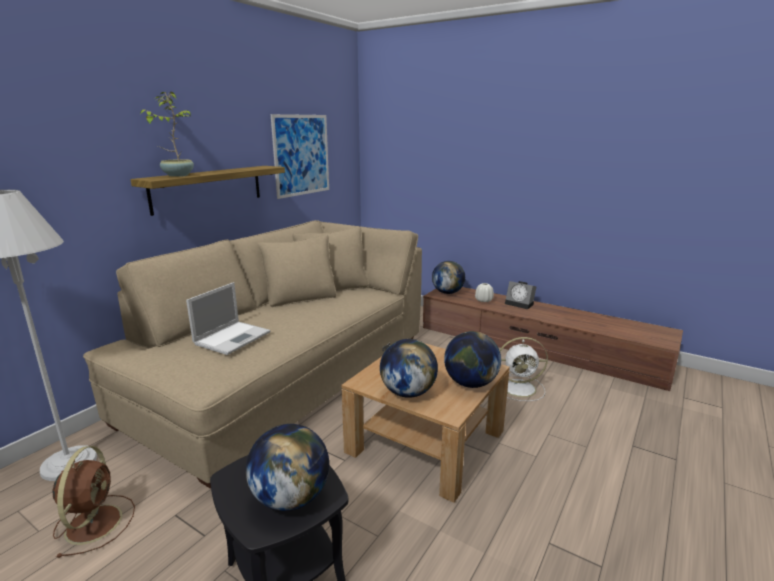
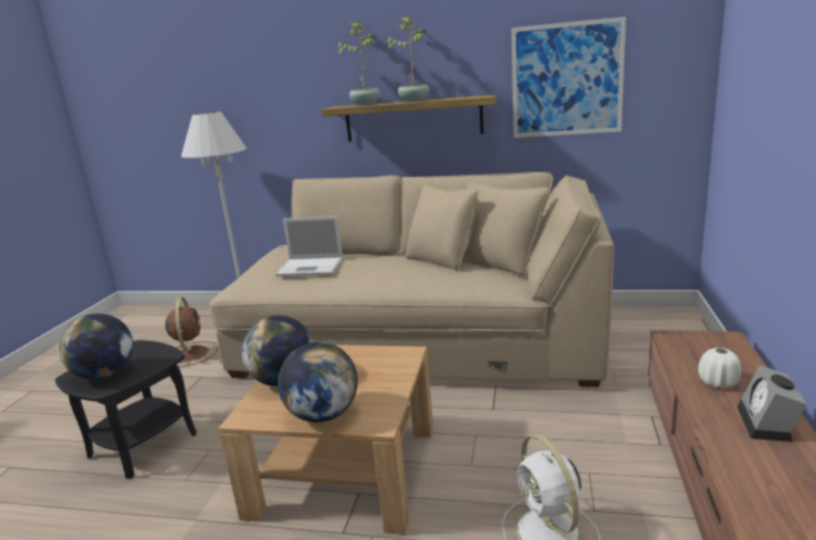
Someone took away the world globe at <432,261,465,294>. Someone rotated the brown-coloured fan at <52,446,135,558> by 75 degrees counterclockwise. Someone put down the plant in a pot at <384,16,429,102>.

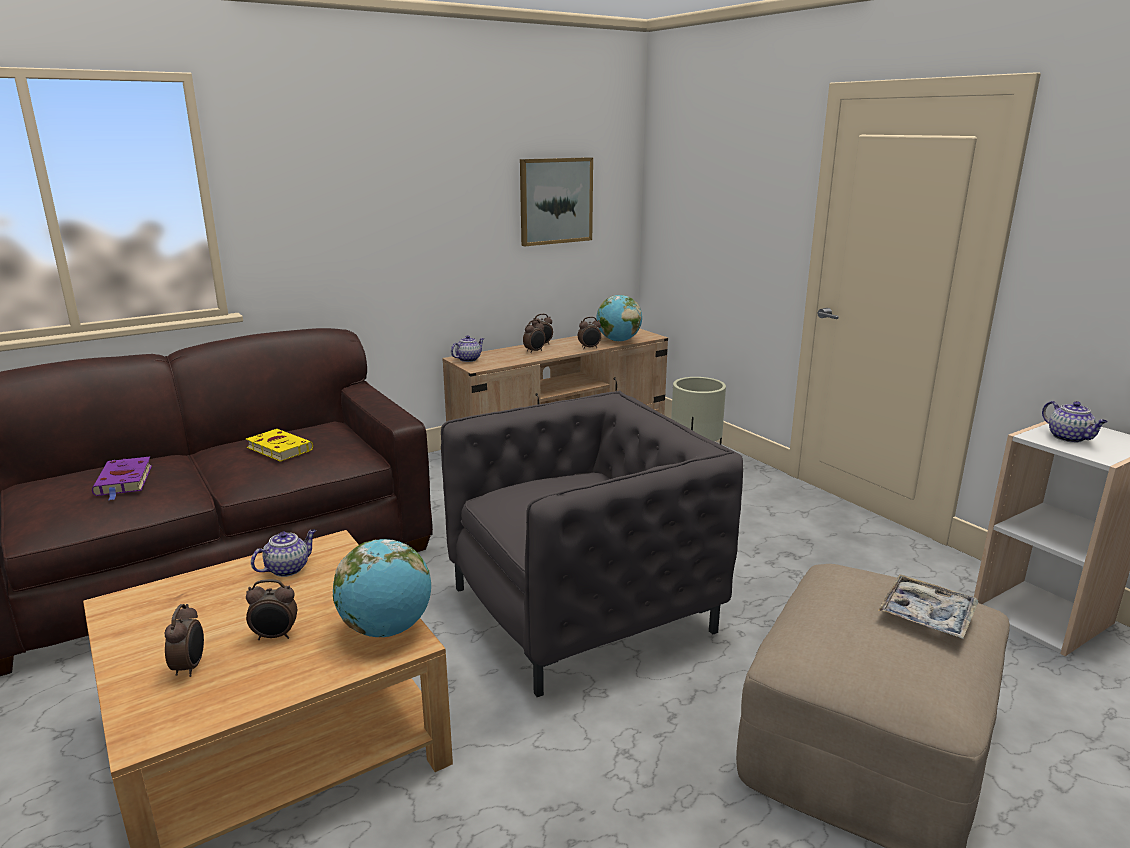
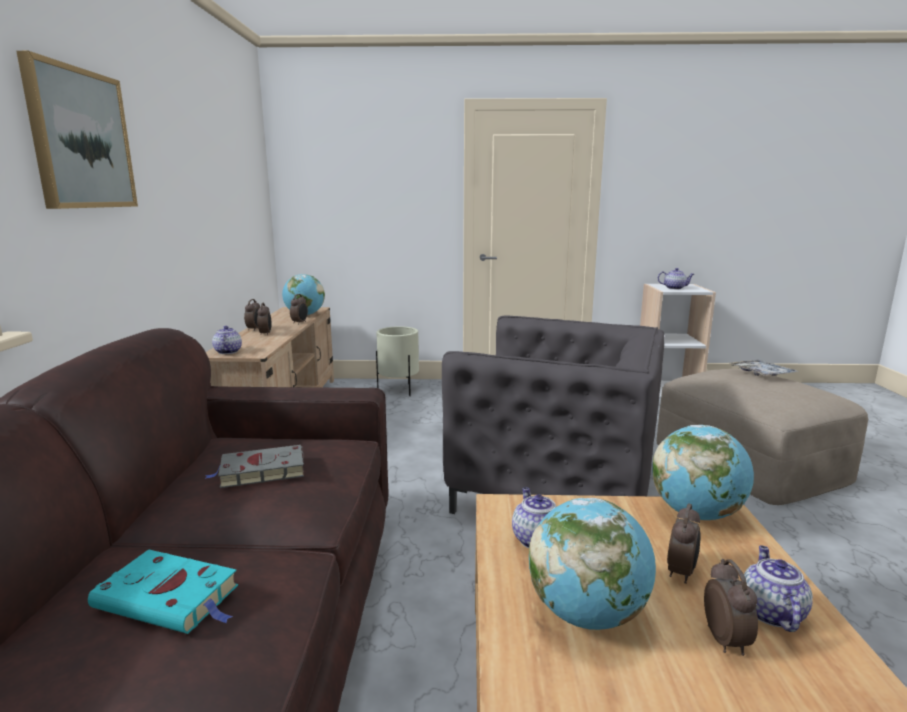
Someone carried the wall picture from <520,157,593,246> to <16,51,138,209>. Someone rotated the greyish armchair at <441,390,743,697> by 105 degrees clockwise. Someone repainted the yellow bound book at <246,429,313,462>, which became the greyish bound book at <205,445,304,488>. Someone repainted the purplish bound book at <92,457,152,500>, which became the turquoise-coloured bound book at <88,549,238,634>. Someone rotated the bedside clock at <165,604,204,677> by 60 degrees clockwise. Someone put down the world globe at <529,498,656,630>. Someone put down the tea pot at <744,545,813,632>.

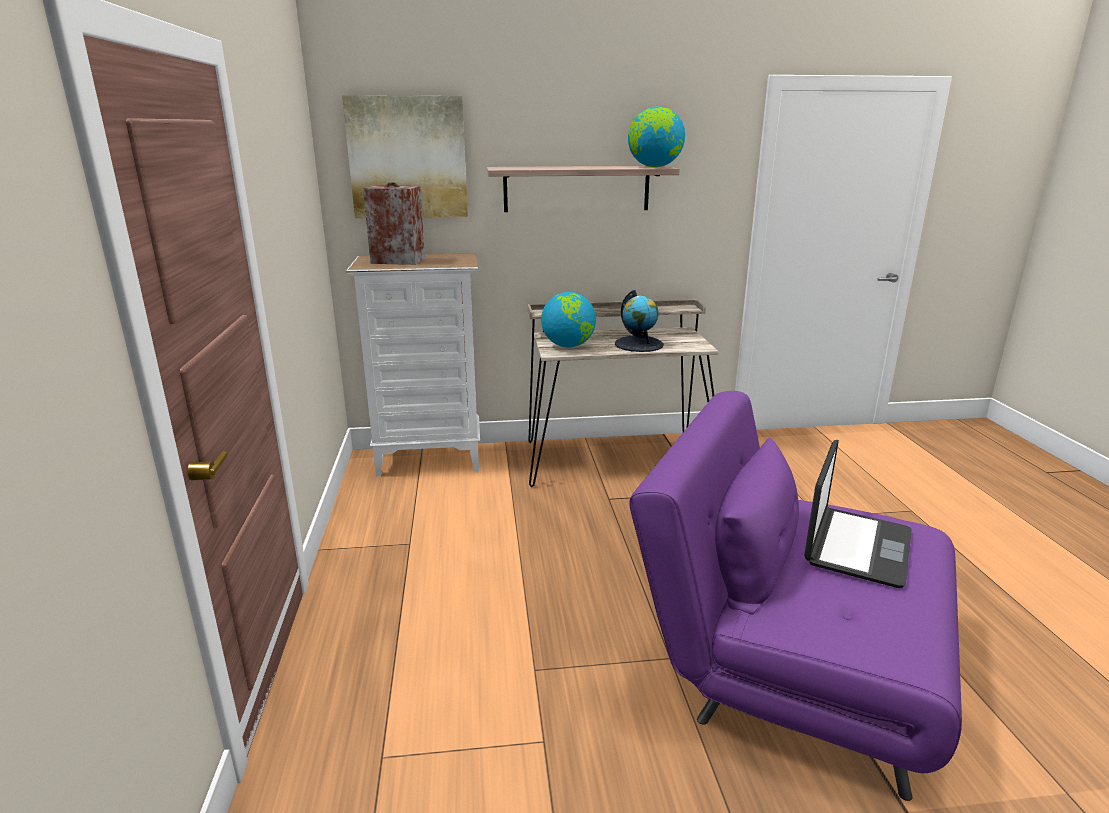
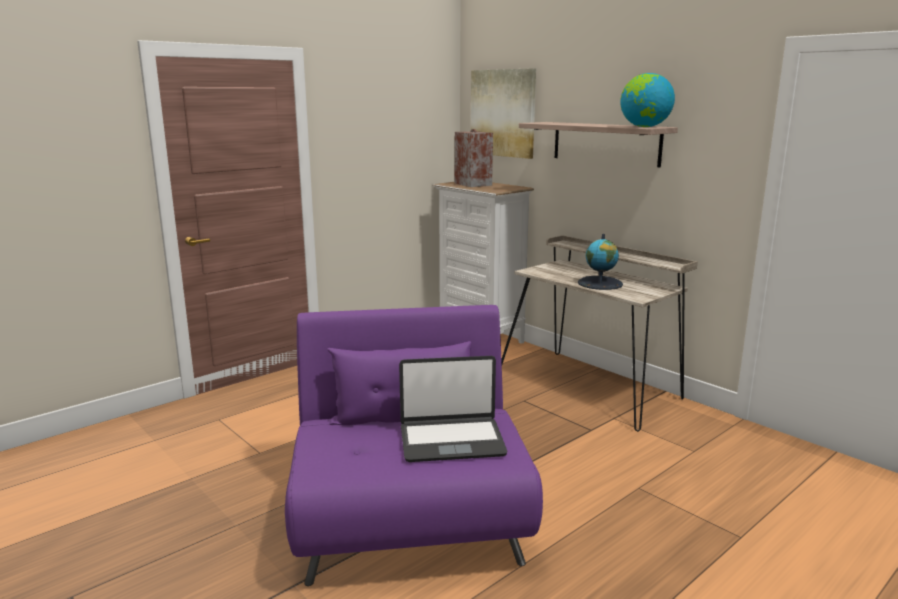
Someone took away the world globe at <541,292,596,347>.

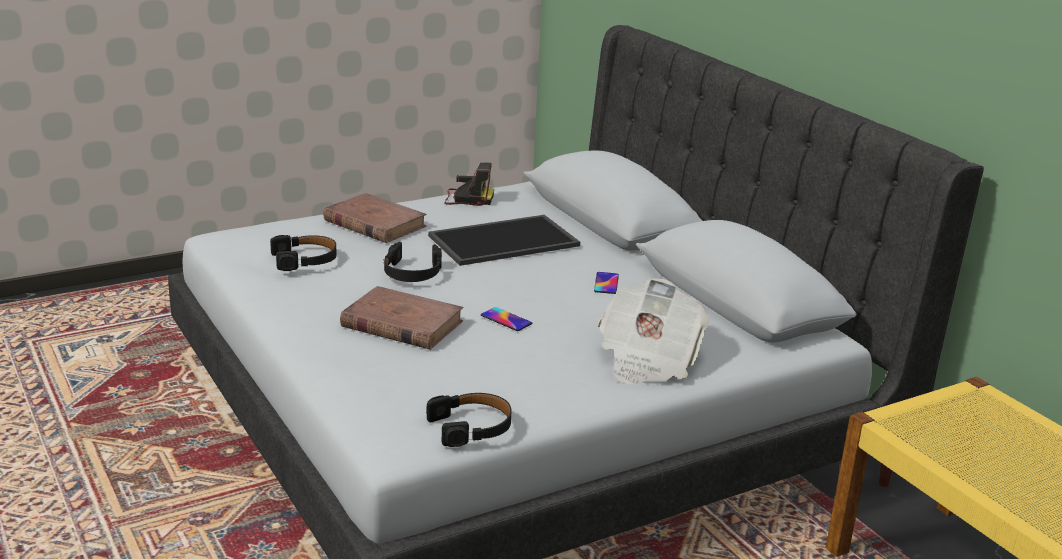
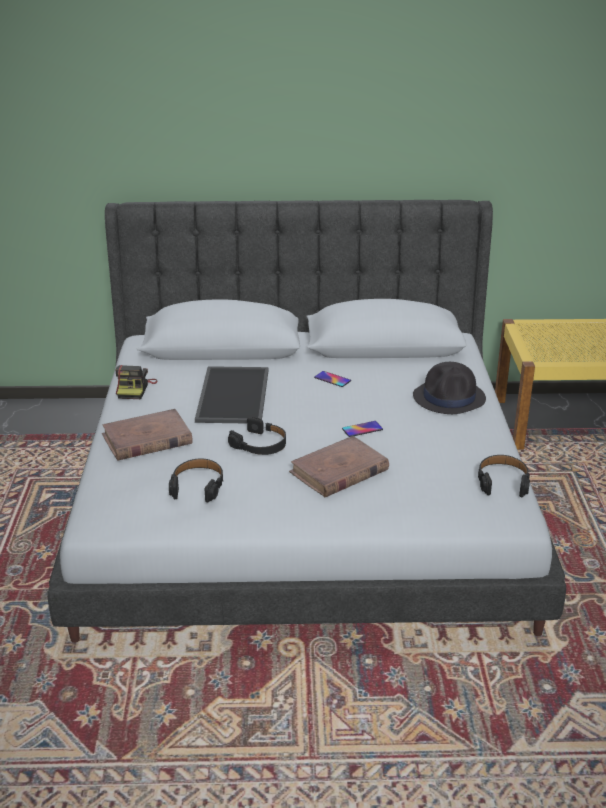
Someone rotated the photo camera at <445,163,494,206> by 150 degrees clockwise. Someone swapped the printed paper at <598,278,709,384> for the blackish clothing hat at <413,362,486,414>.

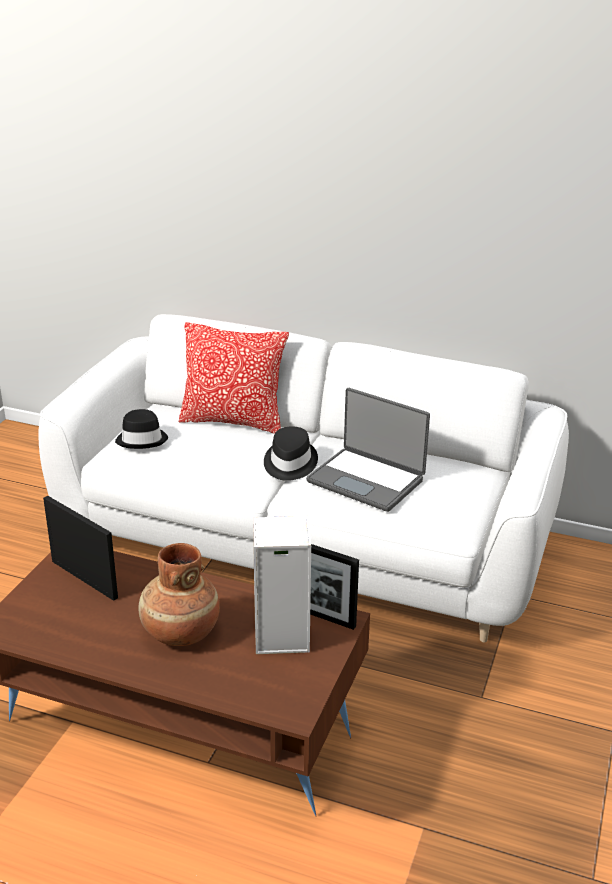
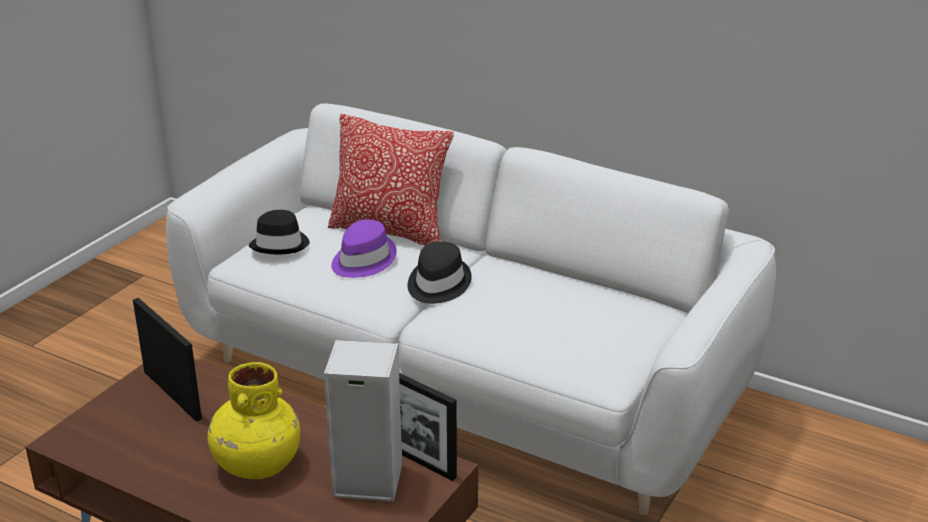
Someone took away the notebook computer at <306,388,430,512>. Someone repainted the brown-coloured flower vase at <138,543,220,646>, which became the yellow flower vase at <207,362,300,479>. Someone put down the purplish clothing hat at <331,219,397,278>.

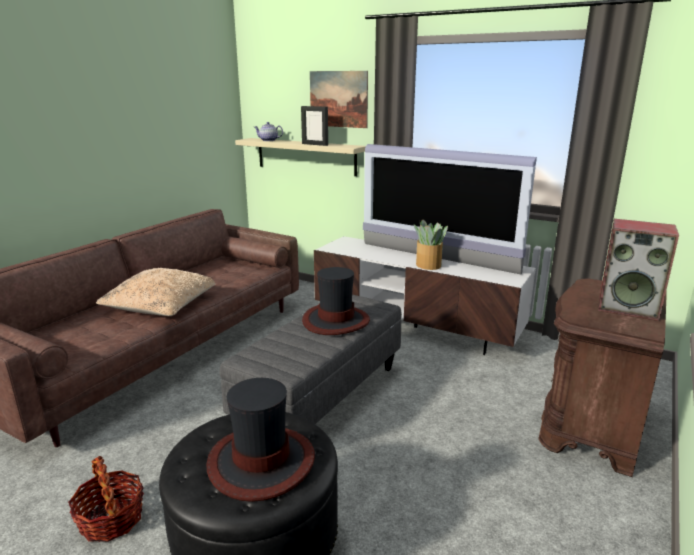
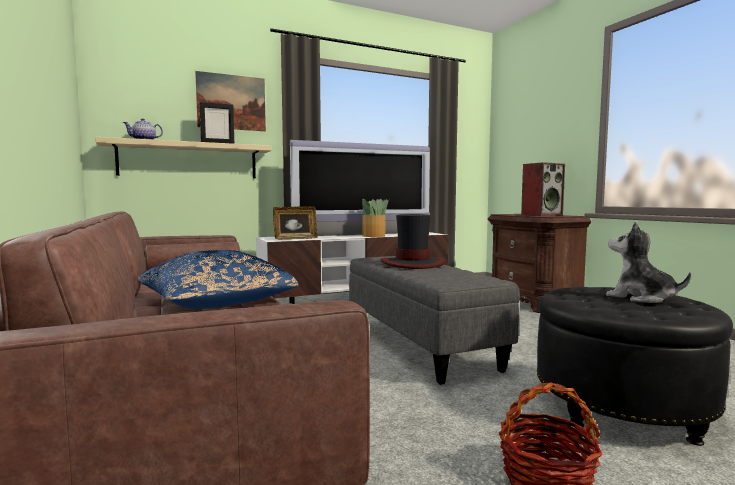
Someone repainted the beige throw pillow at <96,268,215,316>, which became the blue throw pillow at <138,250,299,309>. Someone swapped the clothing hat at <206,378,315,502> for the cuddly toy at <606,222,691,303>. Someone put down the photo frame at <273,206,318,239>.

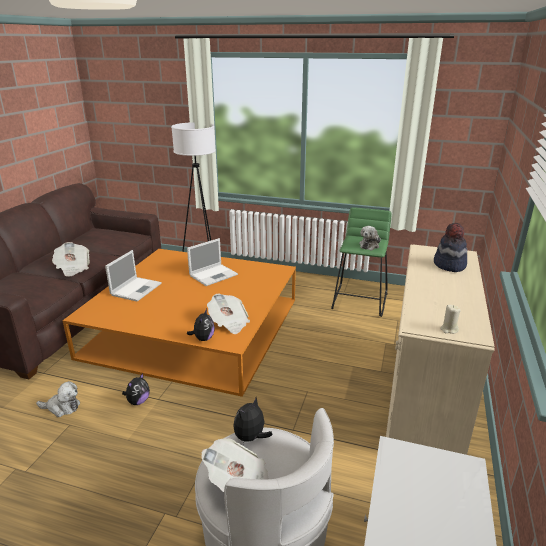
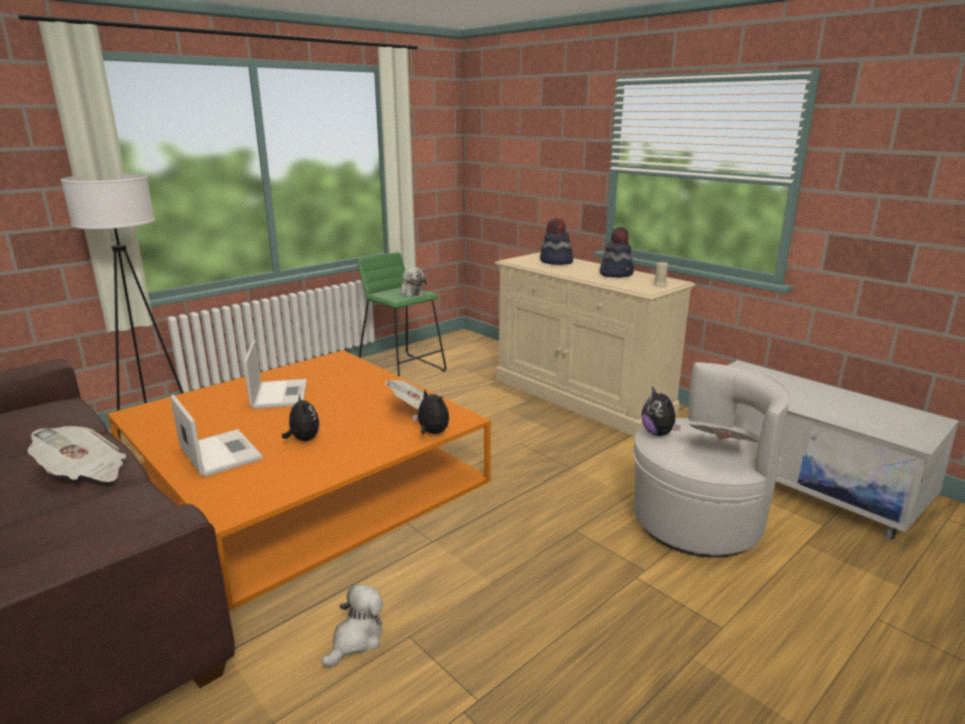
Someone carried the cuddly toy from <122,373,150,405> to <282,394,320,441>. Someone put down the clothing hat at <599,227,634,278>.

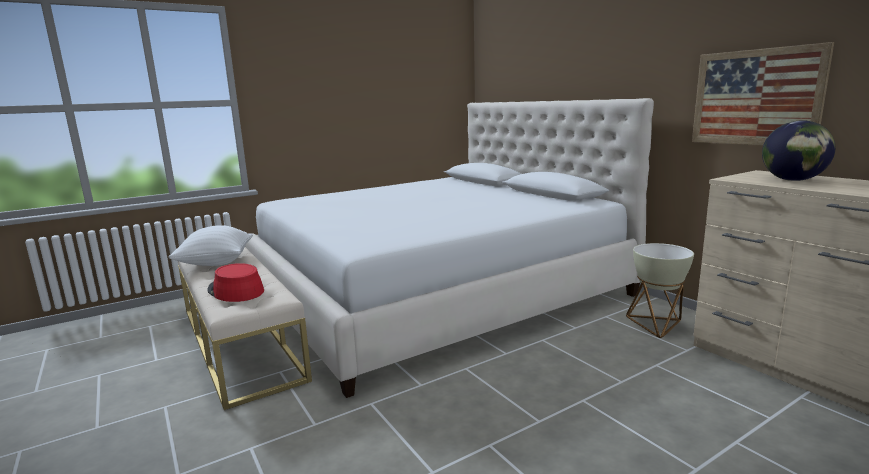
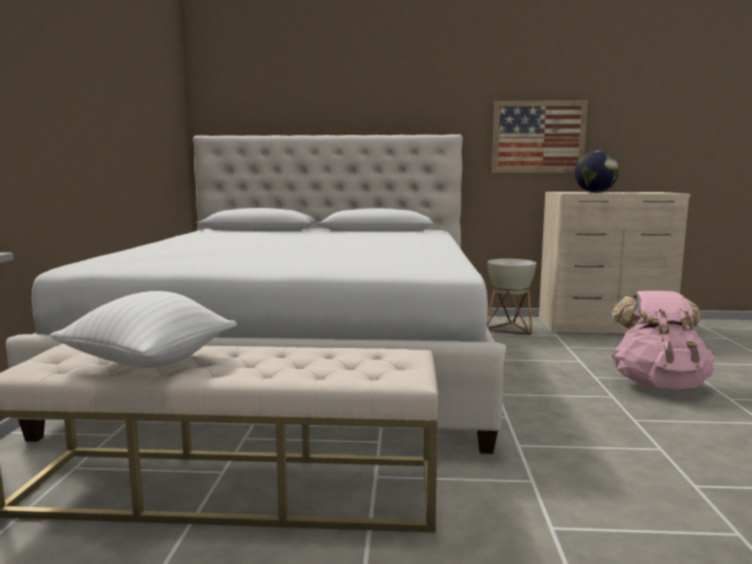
Someone took away the red clothing hat at <207,263,264,302>. Someone put down the pinkish knapsack at <611,291,714,389>.

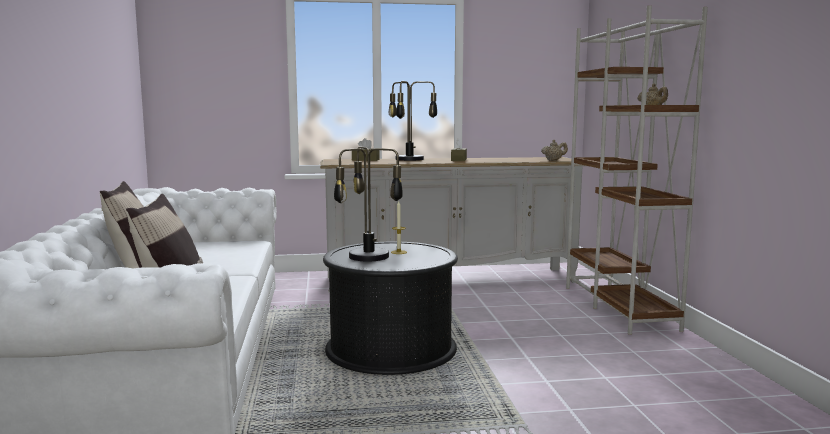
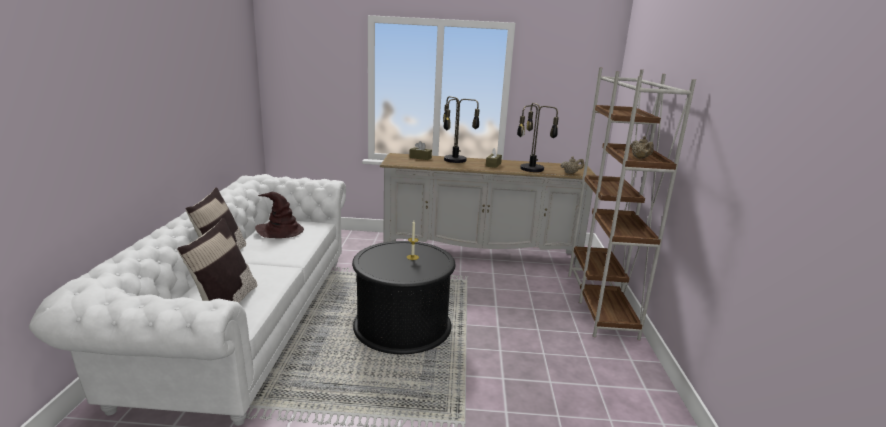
Someone carried the table lamp from <334,147,403,262> to <517,103,559,172>. Someone put down the brown-coloured clothing hat at <255,192,304,238>.

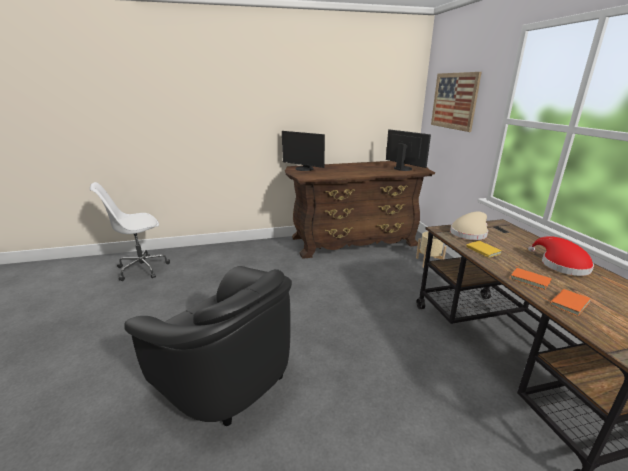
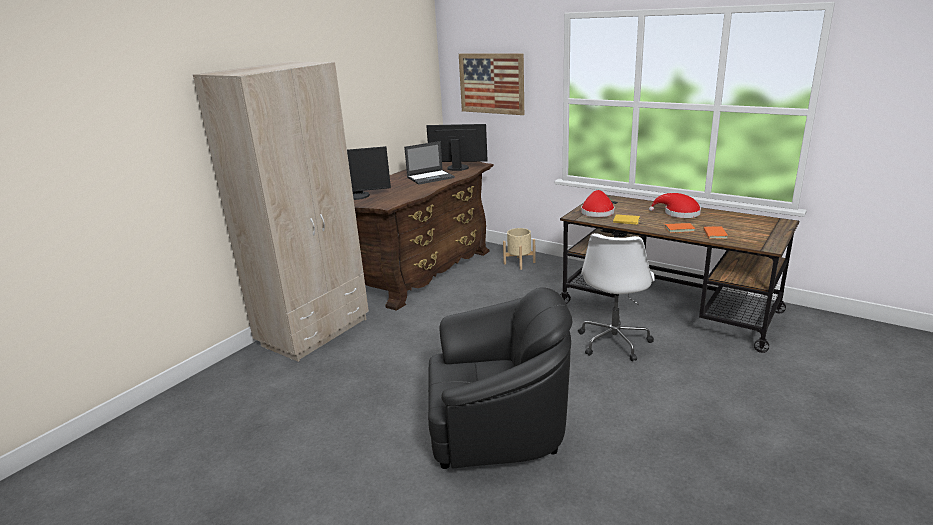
Someone carried the white-coloured office chair from <90,182,170,281> to <578,233,655,361>. Someone repainted the beige clothing hat at <450,212,488,240>, which became the red clothing hat at <581,190,615,217>. Someone put down the beige armoire at <193,61,369,362>. Someone put down the notebook computer at <404,141,455,185>.

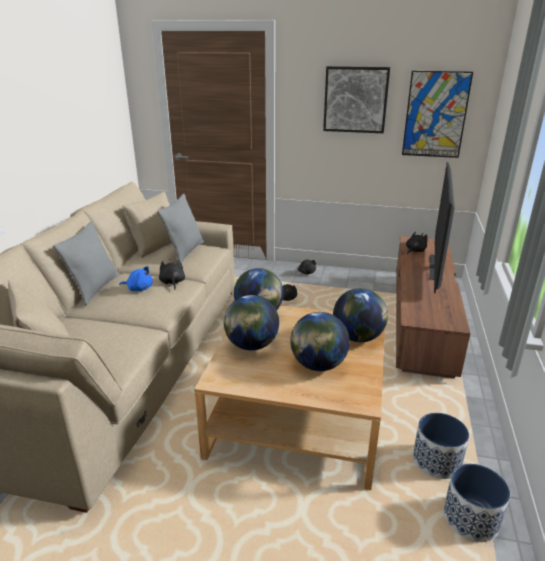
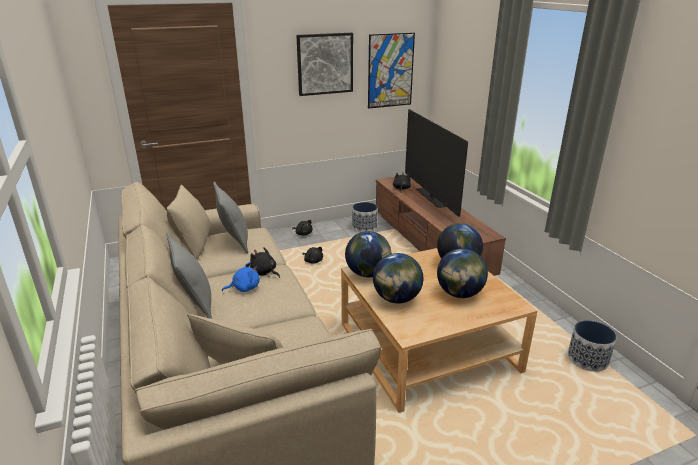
Someone carried the flower pot from <413,413,469,479> to <352,202,378,232>.

